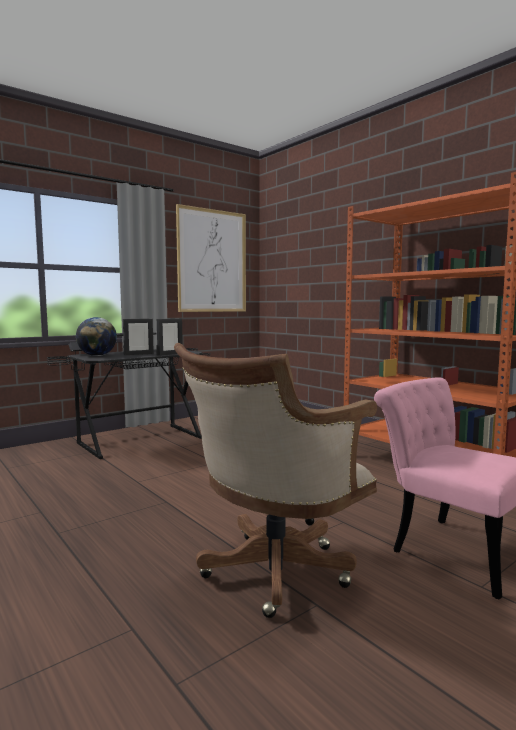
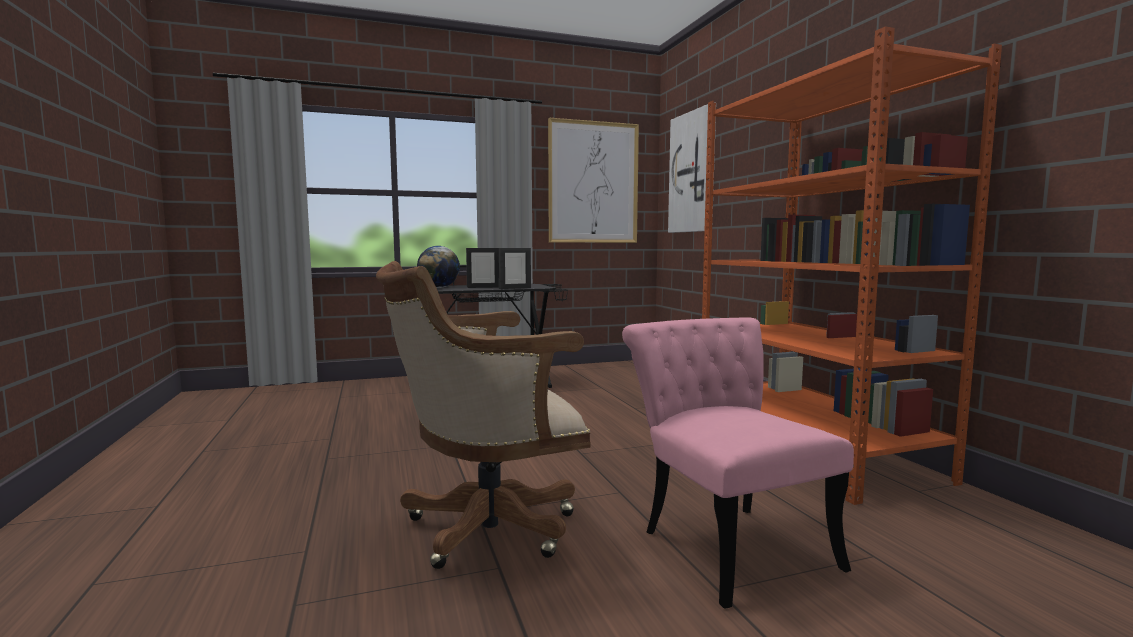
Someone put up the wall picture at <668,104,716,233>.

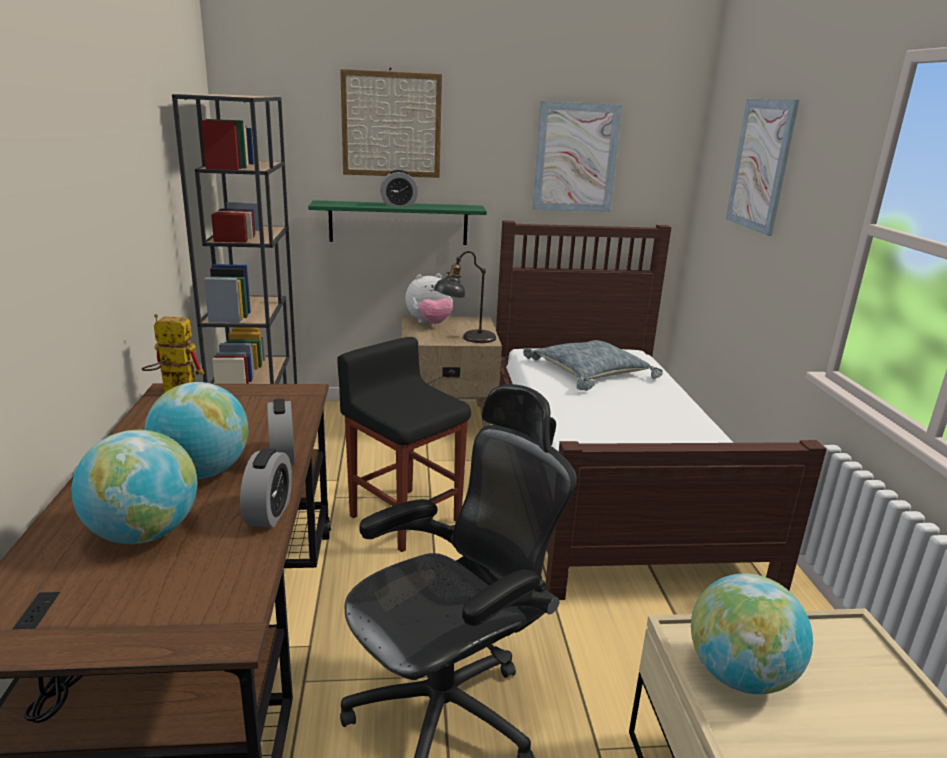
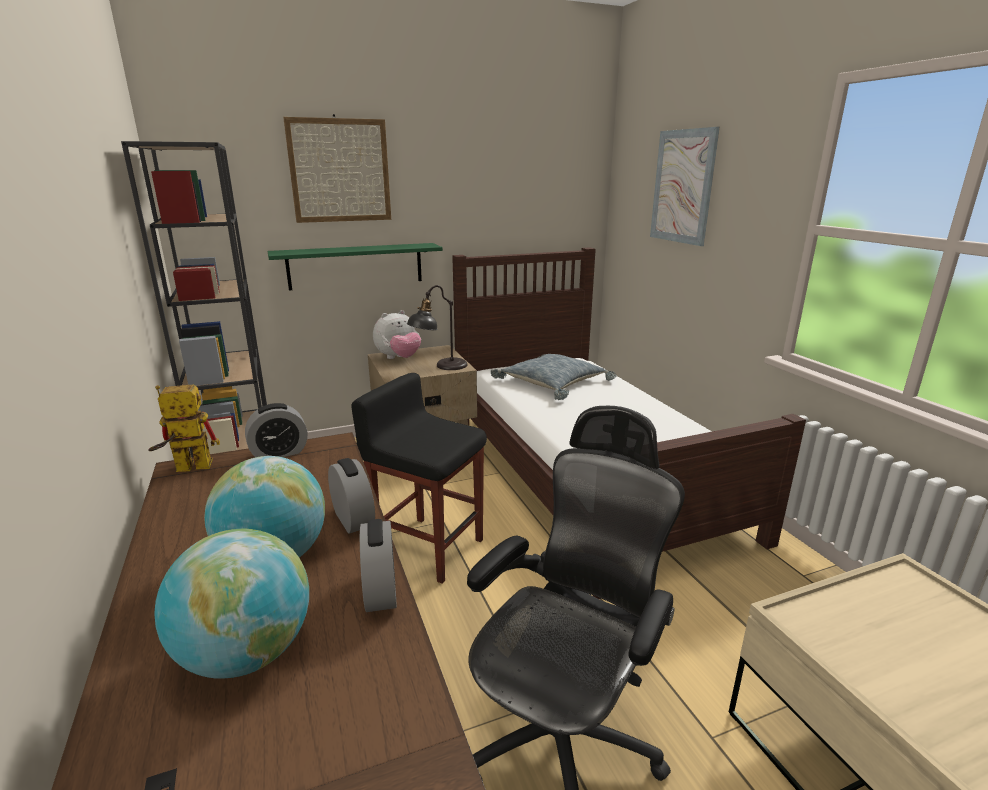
Someone took away the wall picture at <532,101,622,212>. Someone carried the bedside clock from <380,170,418,207> to <245,403,308,457>. Someone took away the world globe at <691,573,813,694>.

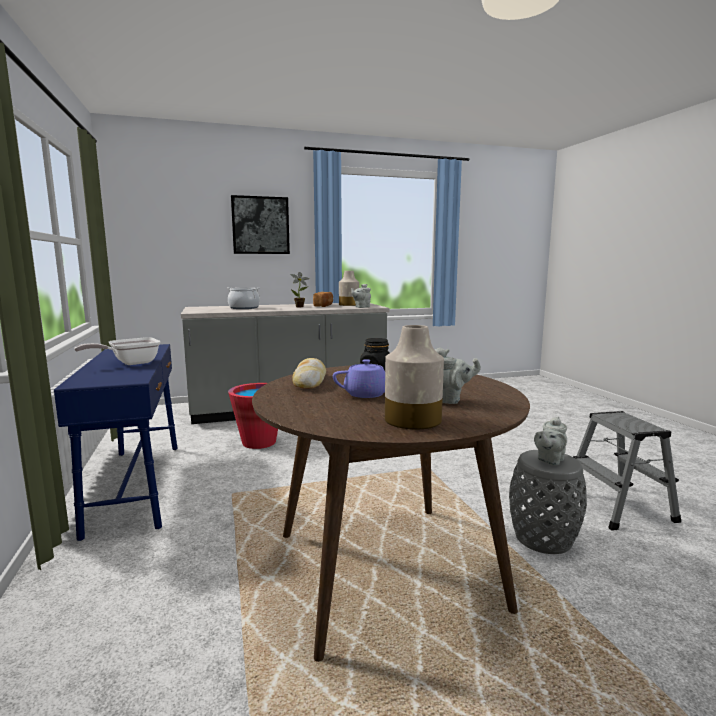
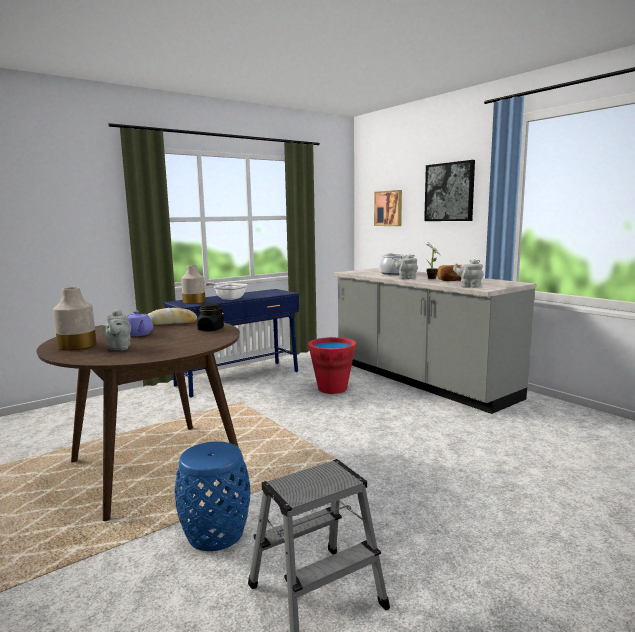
Someone carried the beige flower vase from <339,271,359,306> to <181,265,206,304>. Someone carried the greyish tea pot from <534,416,567,465> to <392,254,418,279>. Someone repainted the greyish stool at <509,450,587,554>, which became the blue stool at <175,441,250,551>. Someone put up the wall picture at <374,190,402,226>.

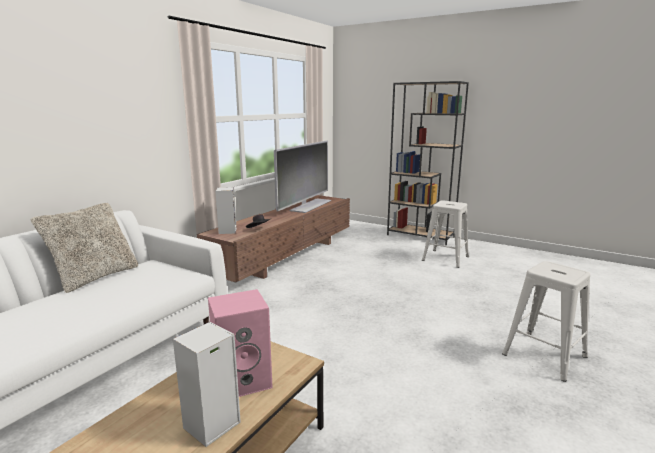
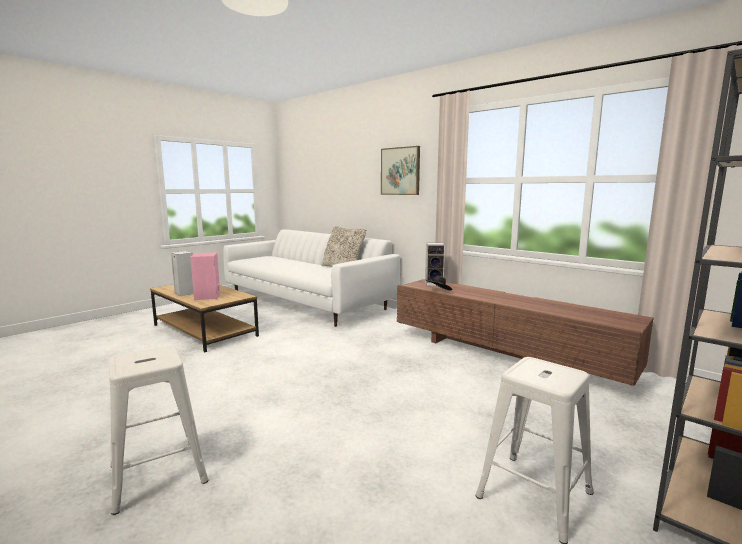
Someone took away the TV set at <274,140,331,213>. Someone put up the wall picture at <381,146,420,195>.

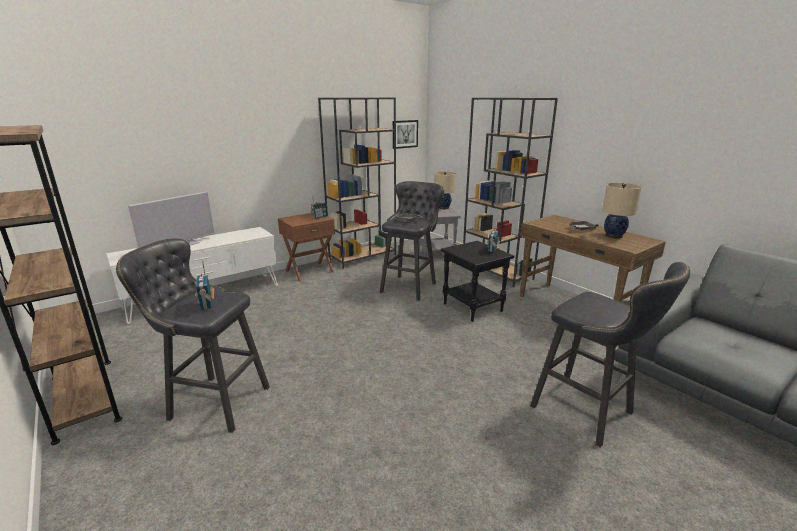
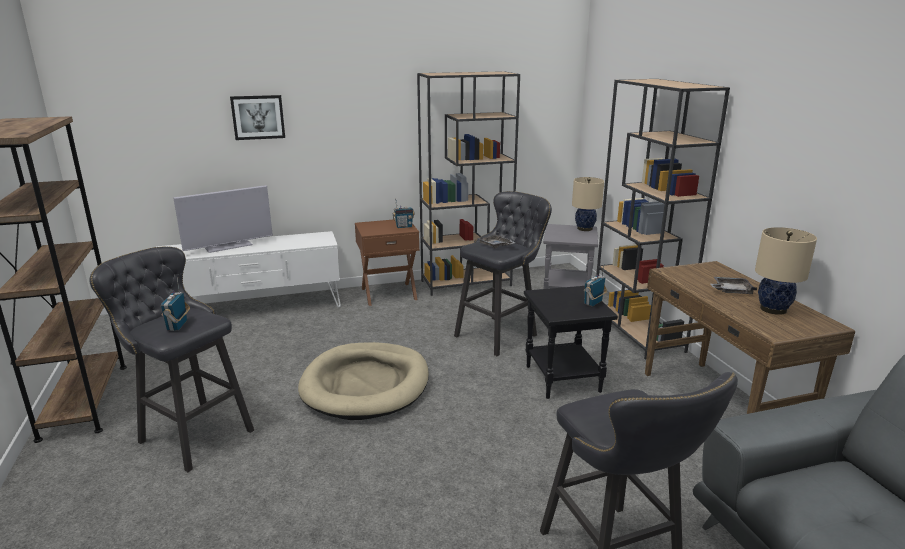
Someone carried the wall picture from <393,120,418,149> to <230,95,285,140>. Someone put down the beige dog cushion at <298,342,429,420>.

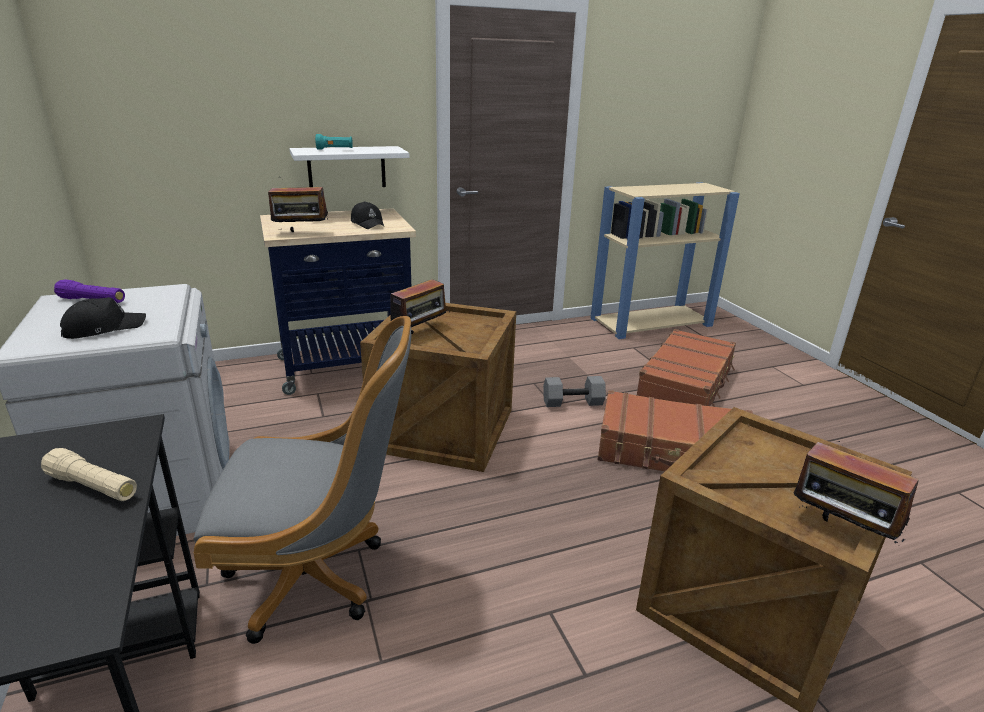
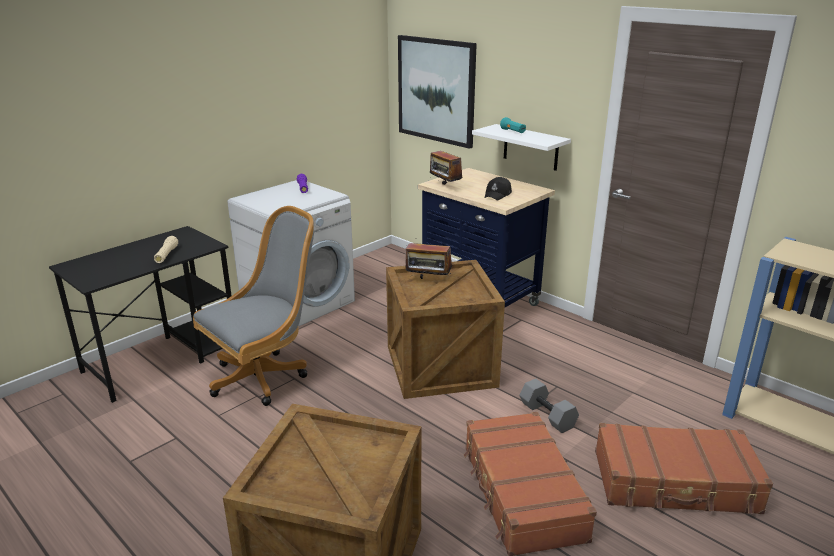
Someone took away the blackish peaked cap at <60,297,146,339>. Someone rotated the greyish office chair at <194,316,411,644> by 105 degrees counterclockwise. Someone took away the radio at <793,441,919,543>. Someone put up the wall picture at <398,35,477,149>.

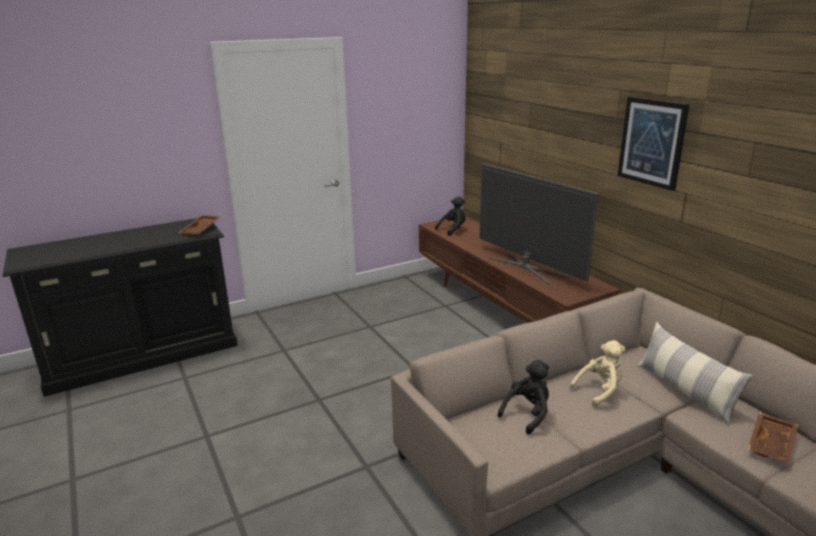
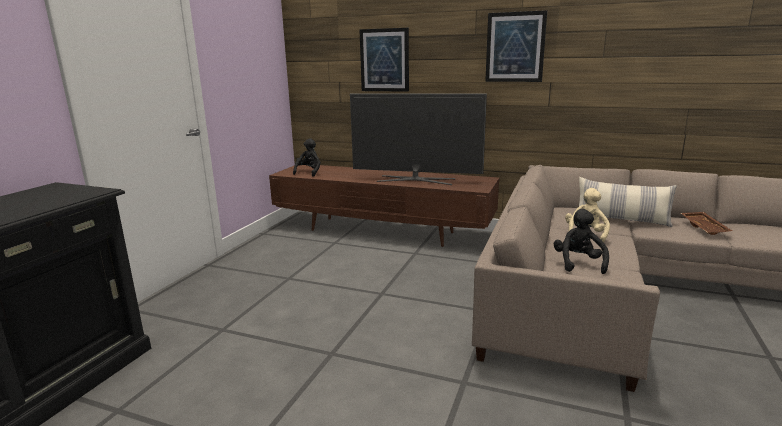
Someone took away the brown-coloured tray at <178,215,221,236>. Someone put up the wall picture at <359,28,409,92>.

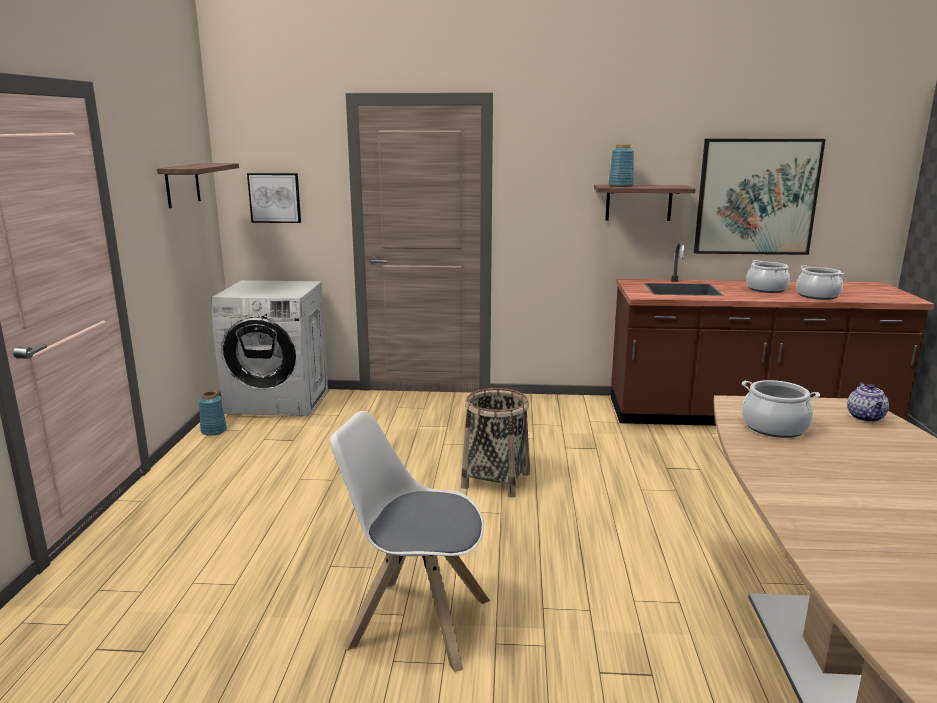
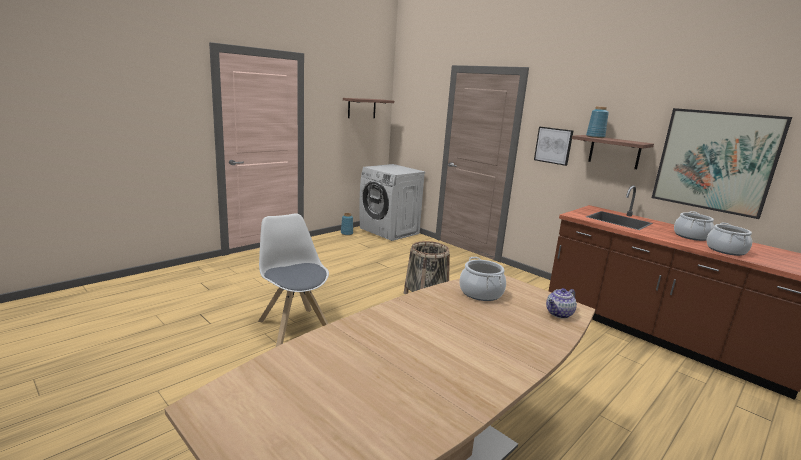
Someone carried the wall picture from <247,173,301,223> to <534,127,573,166>.

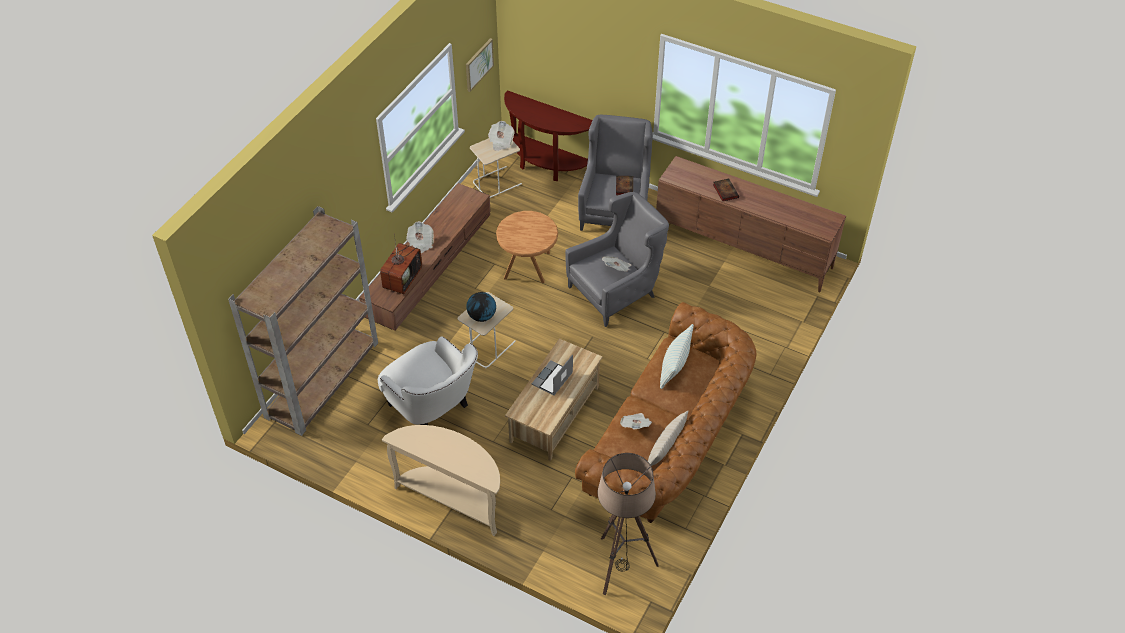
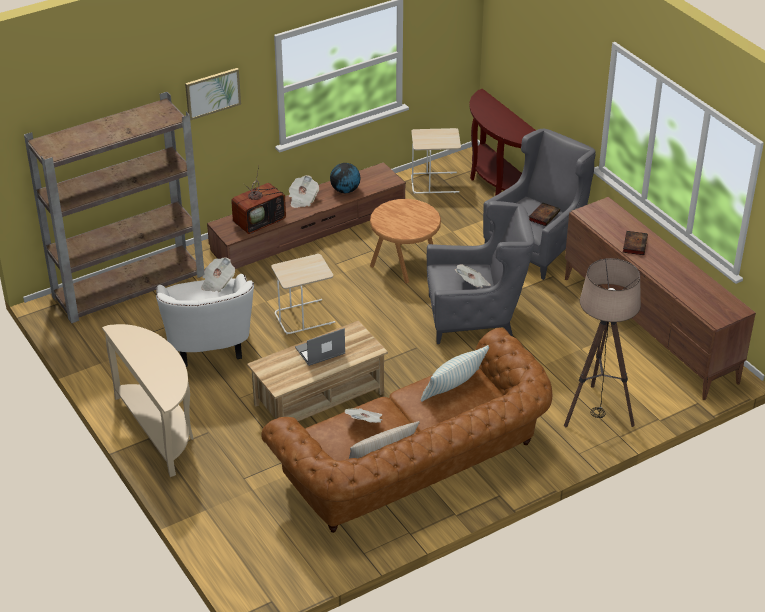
Someone carried the wall picture from <466,38,494,92> to <185,68,241,120>. Someone carried the printed paper from <488,121,515,151> to <201,257,235,292>. Someone carried the world globe from <466,292,496,322> to <330,163,361,193>. Someone carried the standing lamp from <598,453,659,595> to <564,258,641,428>.

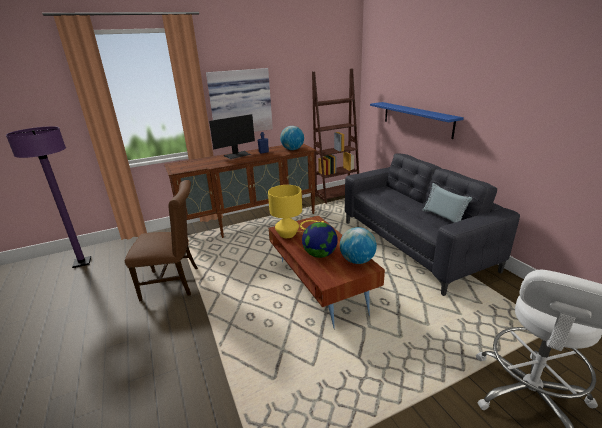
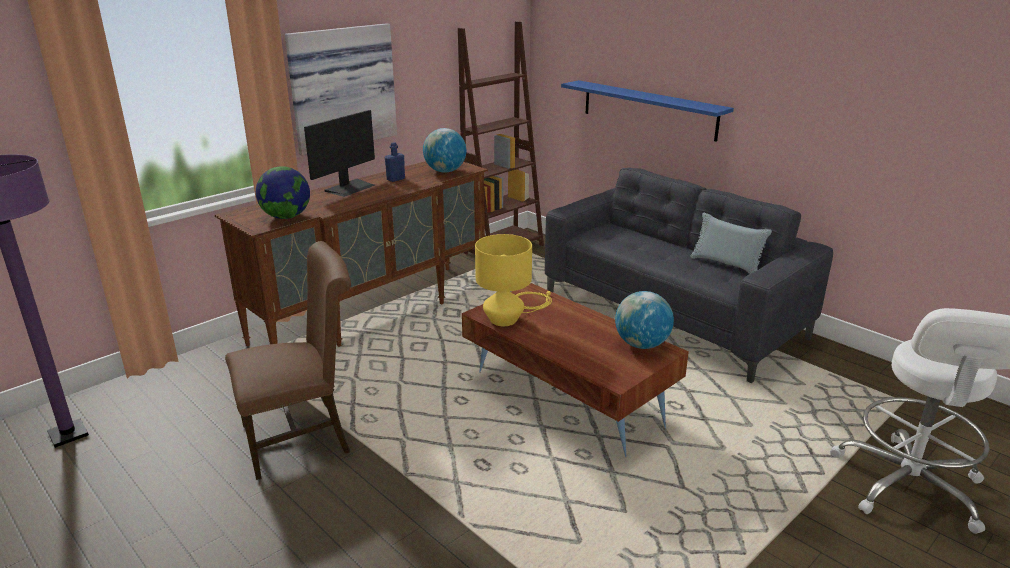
Someone carried the world globe from <302,222,338,258> to <256,166,310,219>.

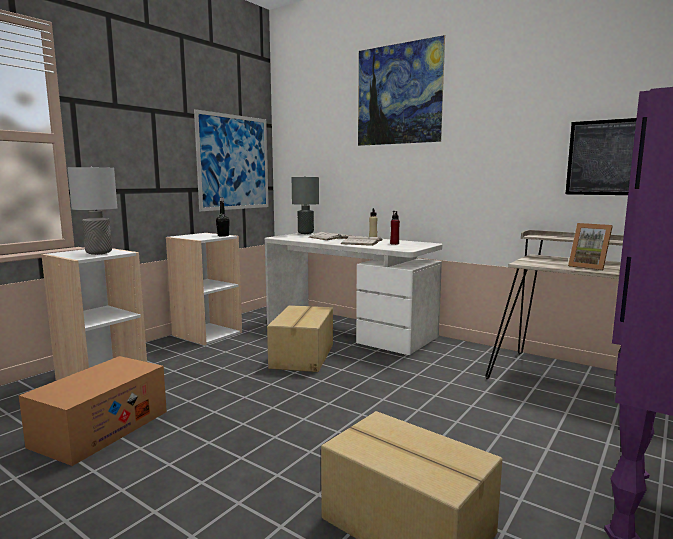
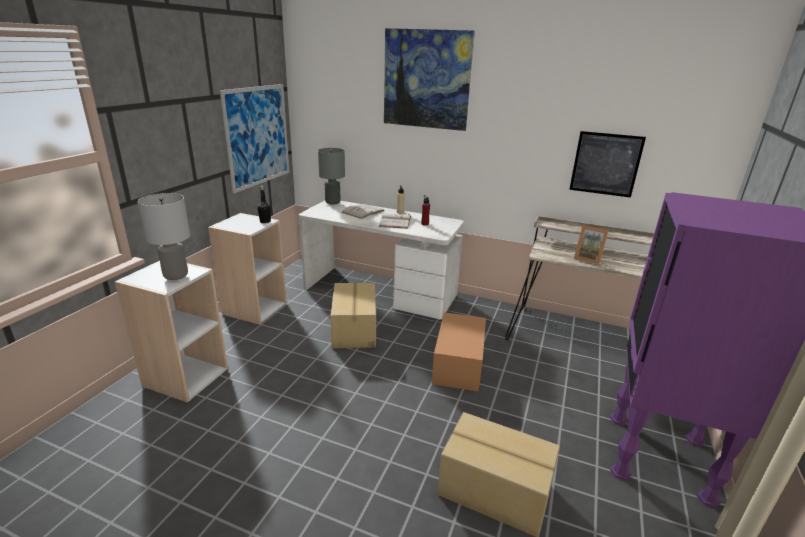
Someone carried the cardboard box from <19,356,167,466> to <432,312,486,392>.

